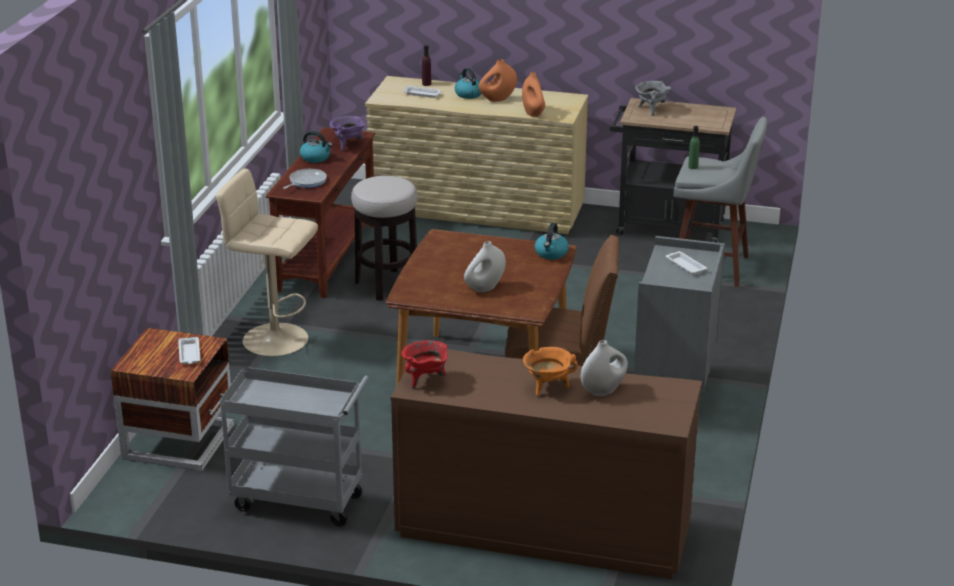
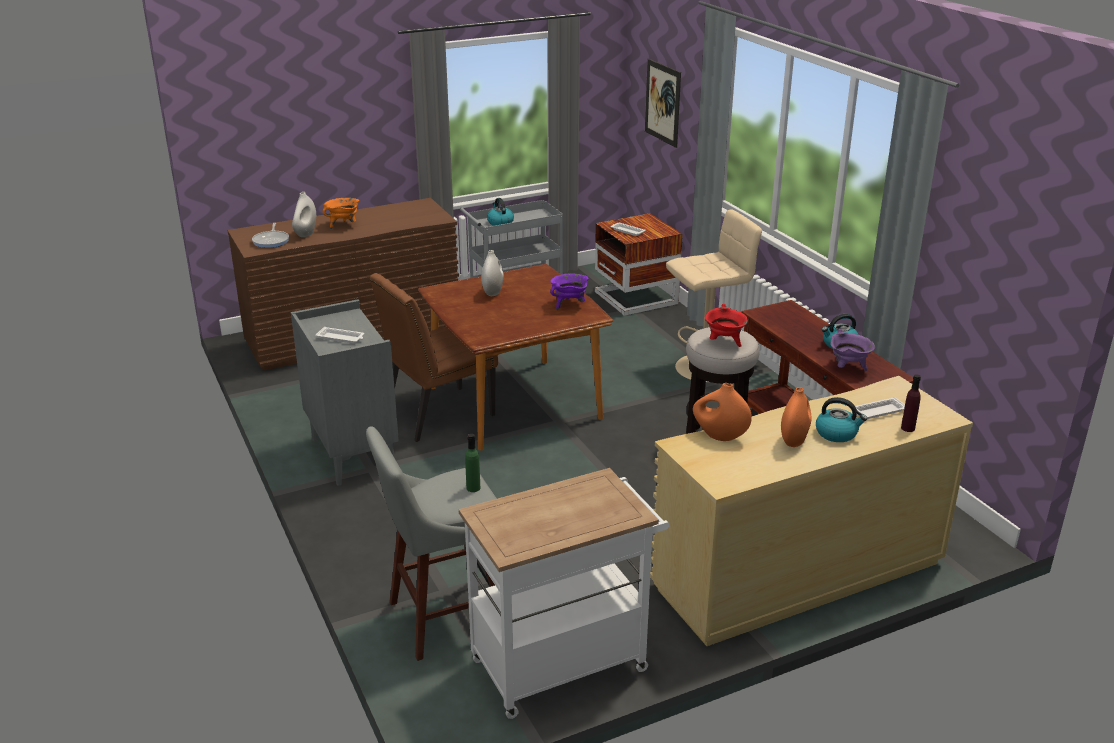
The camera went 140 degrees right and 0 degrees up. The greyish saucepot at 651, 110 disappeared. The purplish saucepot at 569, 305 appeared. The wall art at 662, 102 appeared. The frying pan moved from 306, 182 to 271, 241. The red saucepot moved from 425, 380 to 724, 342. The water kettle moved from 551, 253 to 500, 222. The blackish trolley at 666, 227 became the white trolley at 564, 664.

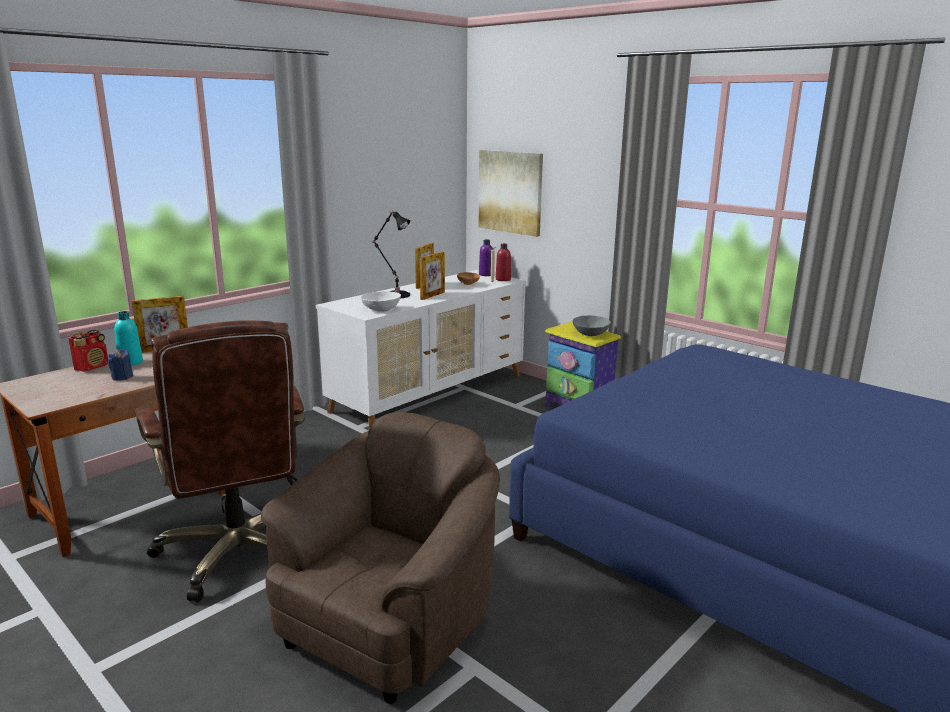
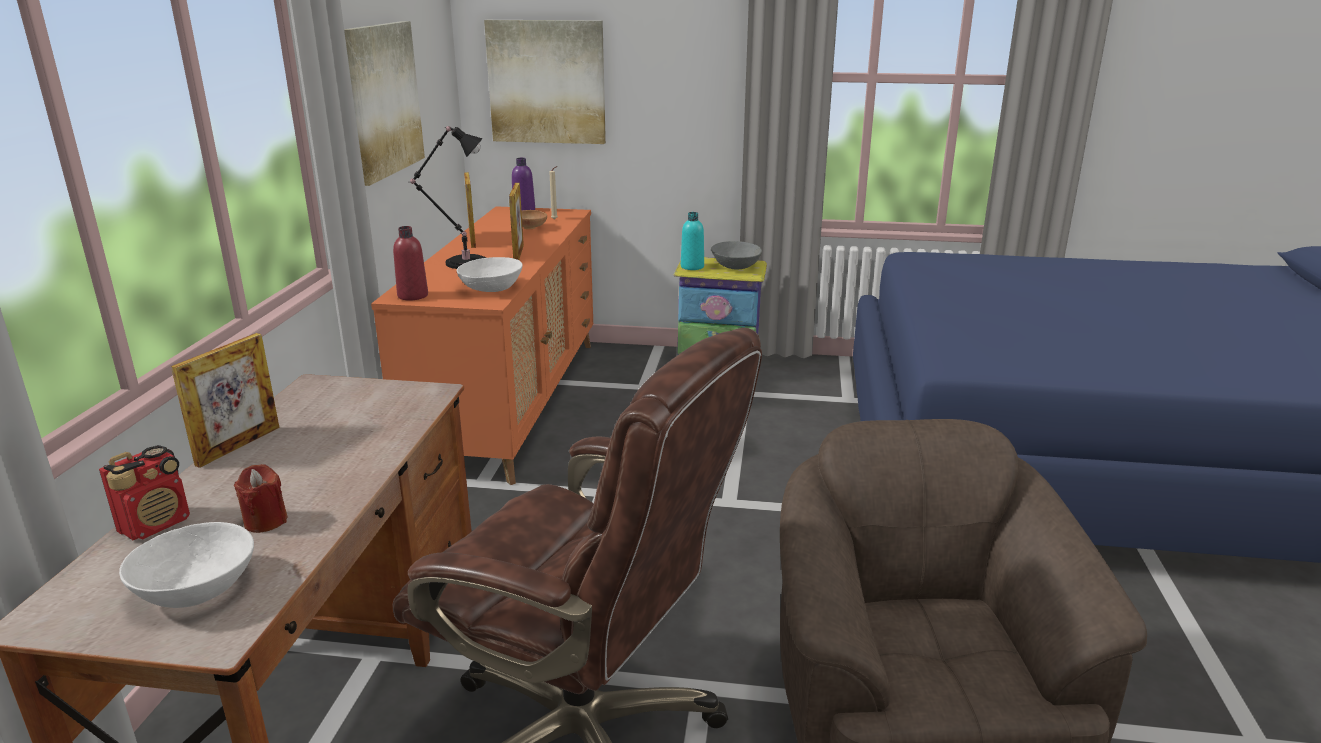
The camera went 35 degrees left and 5 degrees up. The white deep dish at 197, 590 appeared. The wall art at 382, 100 appeared. The turquoise-coloured bottle moved from 131, 362 to 692, 267. The red bottle moved from 503, 279 to 413, 296. The bluish wax light at 122, 377 became the red wax light at 265, 521. The white dresser at 429, 393 became the orange dresser at 510, 402. The radio set at 92, 367 turned 45 degrees clockwise.

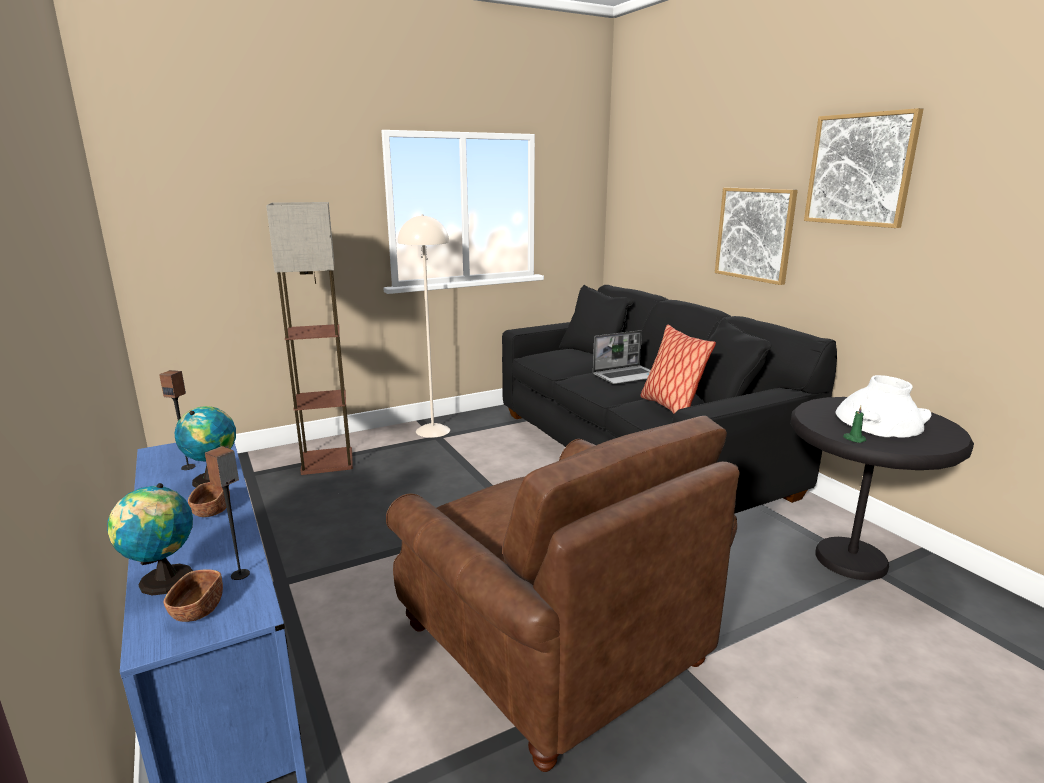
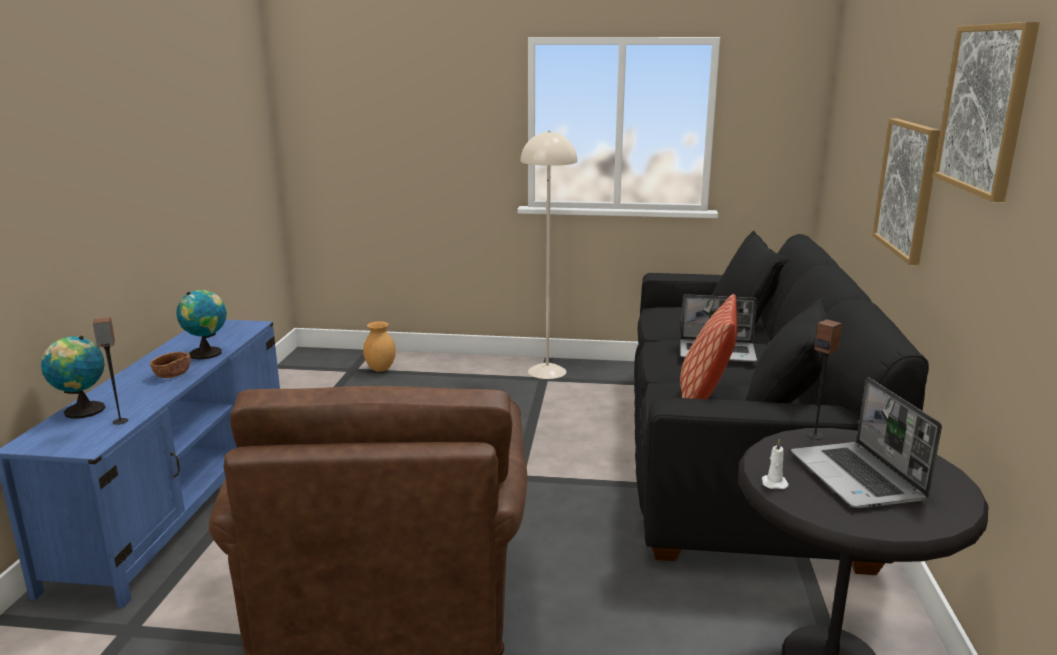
The camera went 35 degrees right and 0 degrees up. The brown deep dish at 197, 609 disappeared. The standard lamp at 328, 461 disappeared. The brown decorative vase at 381, 369 appeared. The audio speaker moved from 188, 467 to 815, 436. The white decorative vase at 879, 423 was replaced by the laptop at 858, 478. The green wax light at 853, 439 became the white wax light at 774, 483.

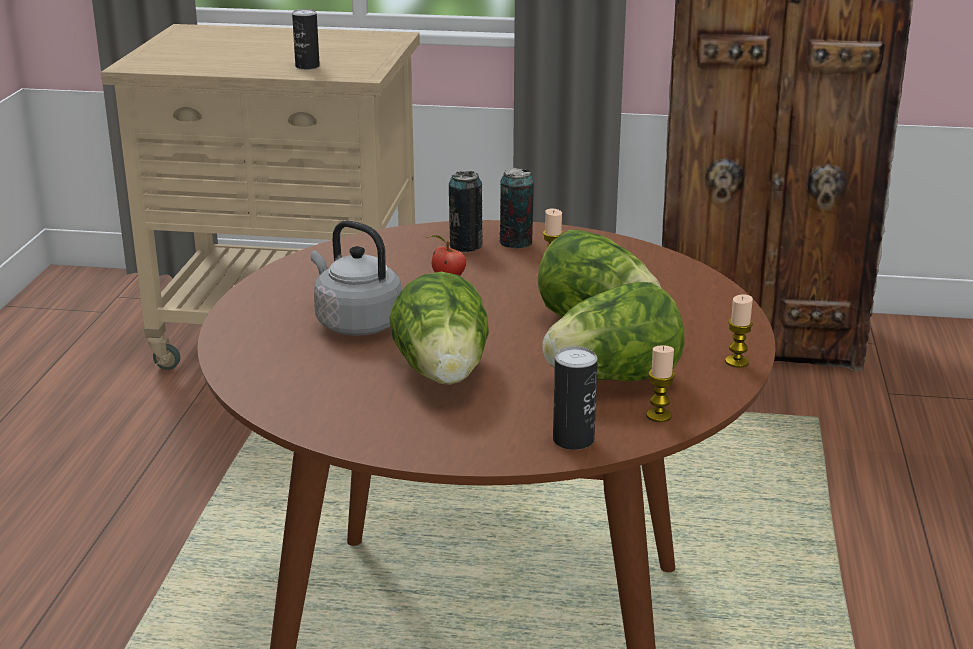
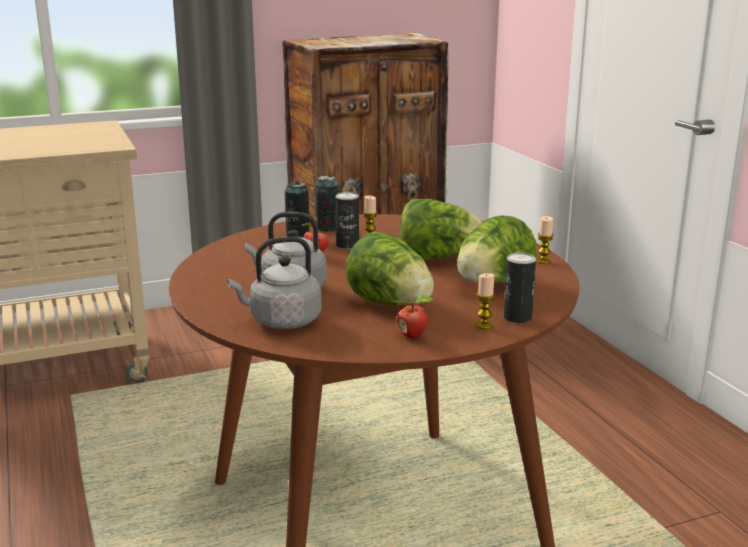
The camera went 30 degrees left and 5 degrees down. The greyish water kettle at 281, 321 appeared. The apple at 414, 336 appeared. The metal can moved from 307, 66 to 347, 245. The wax light moved from 659, 415 to 484, 325.

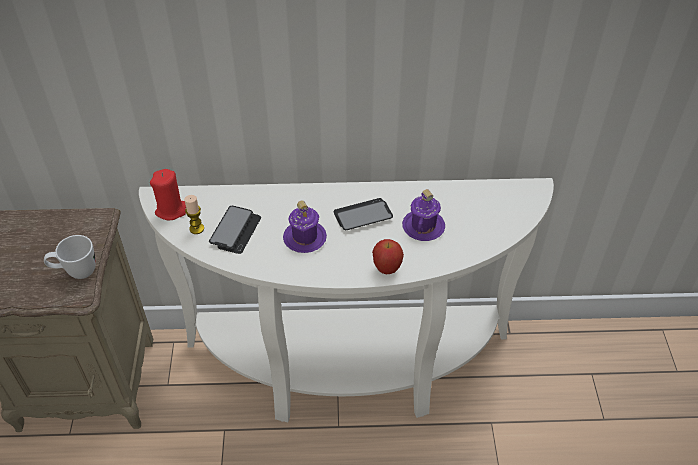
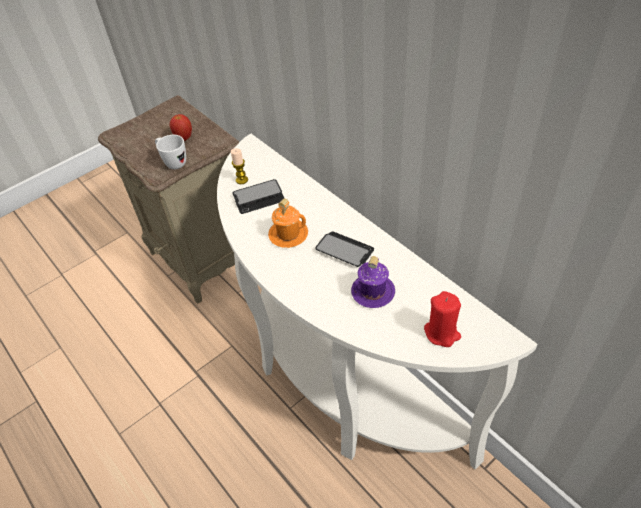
The camera went 55 degrees right and 0 degrees up. The red wax light moved from 171, 210 to 442, 333. The apple moved from 387, 269 to 184, 138. The purplish mug at 305, 238 became the orange mug at 288, 234.

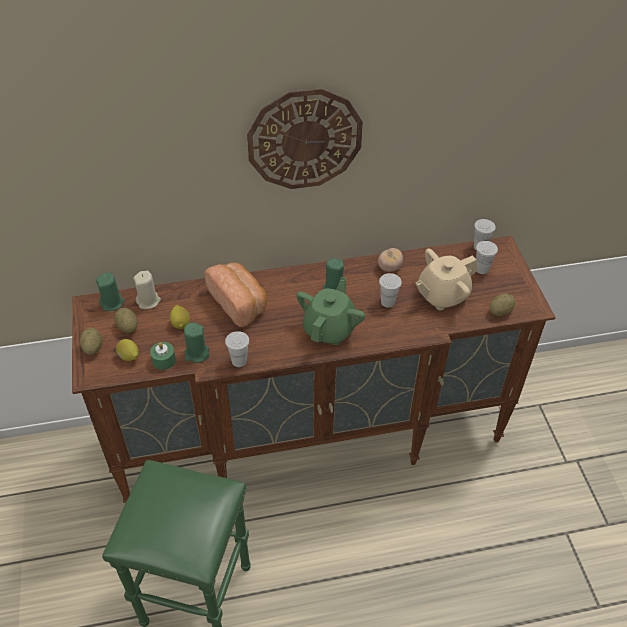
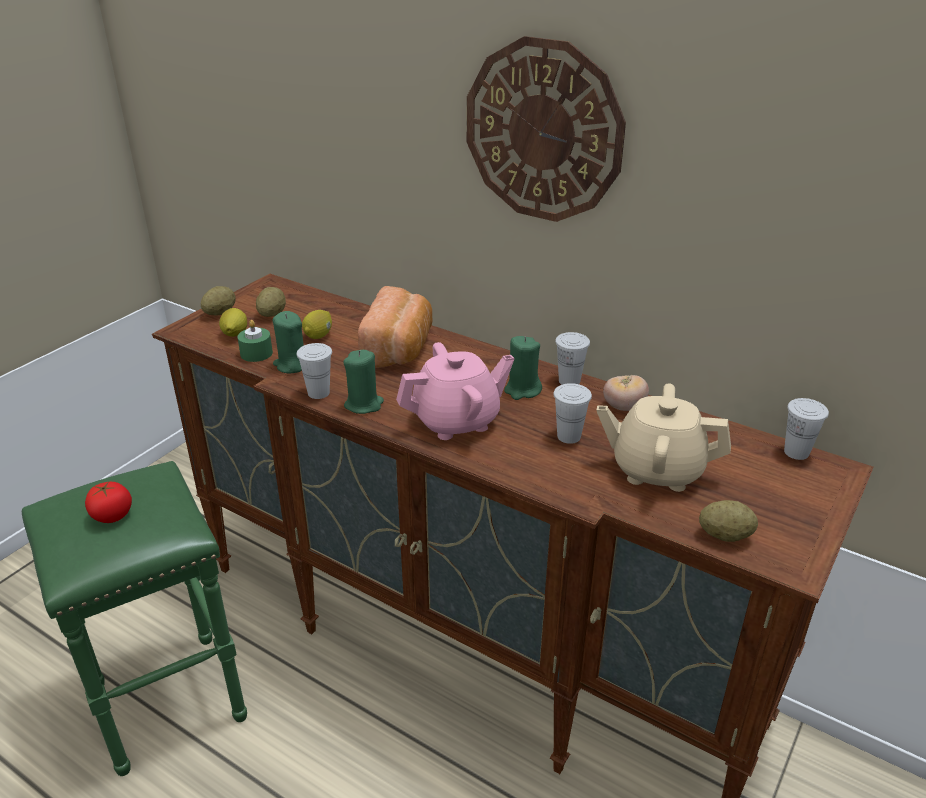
The camera went 45 degrees right and 15 degrees down. The beige wax light at 148, 301 disappeared. The whole tomato at 112, 515 appeared. The green wax light moved from 112, 303 to 364, 404. The white drinking cup moved from 482, 269 to 569, 381. The green tea pot at 329, 329 became the pink-coloured tea pot at 457, 421.

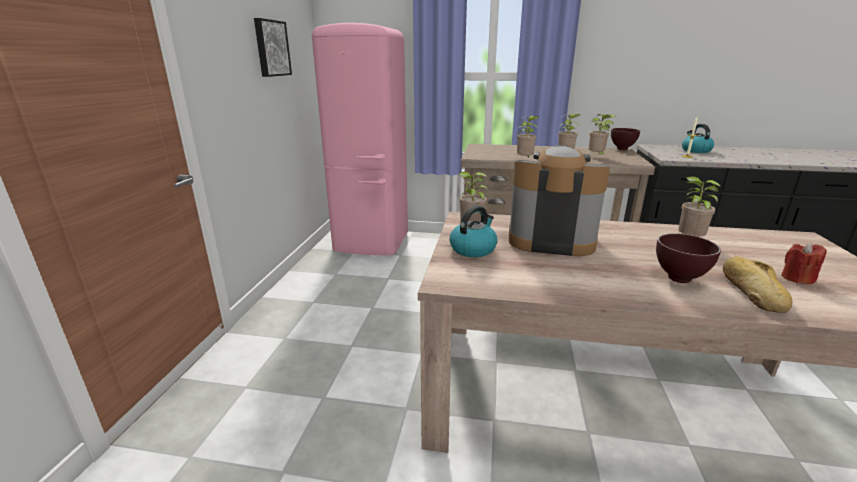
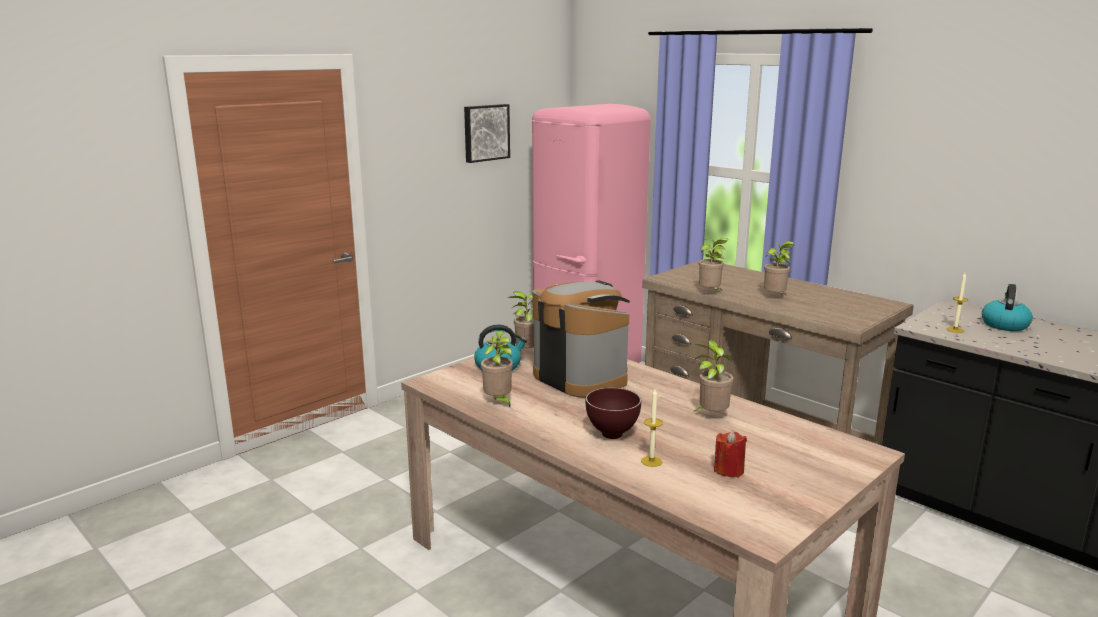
The camera went 35 degrees right and 5 degrees down. The brown deep dish at 622, 149 disappeared. The plant in a pot moved from 597, 156 to 498, 402. The bakery bread at 751, 291 was replaced by the wax light at 651, 461.

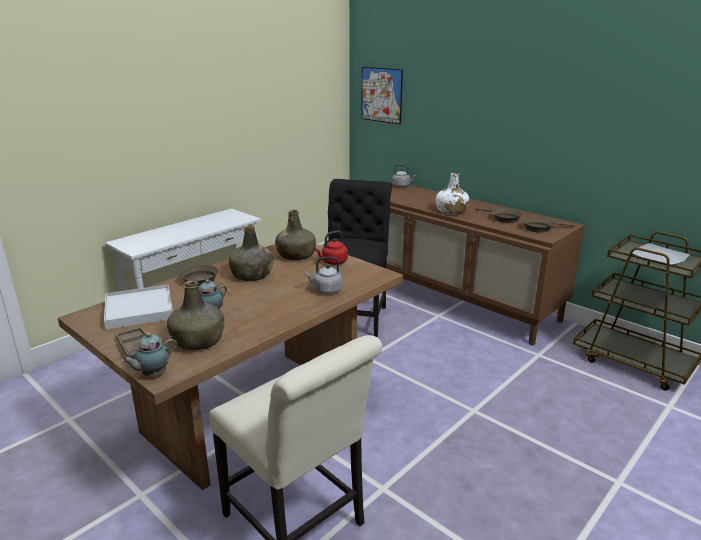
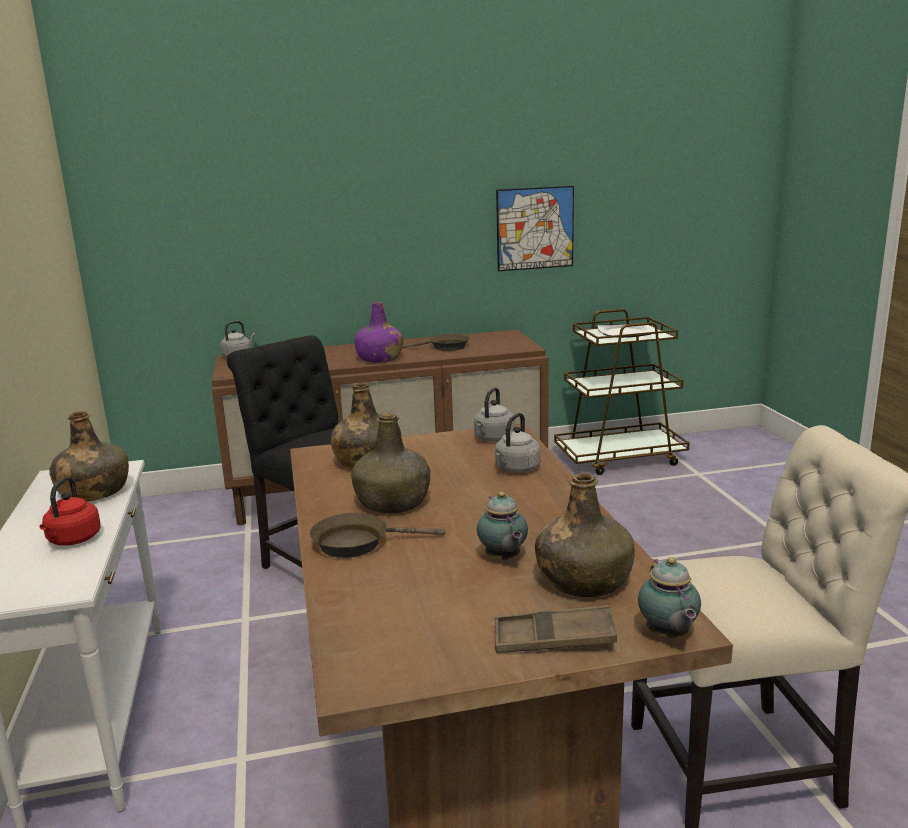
The camera went 55 degrees left and 5 degrees down. The white carrying tray at 139, 310 disappeared. The brown frying pan at 540, 228 disappeared. The green bottle at 93, 492 appeared. The greyish water kettle at 493, 439 appeared. The red water kettle moved from 333, 262 to 73, 540. The wall art moved from 381, 95 to 535, 228. The white bottle at 451, 211 became the purplish bottle at 379, 358.

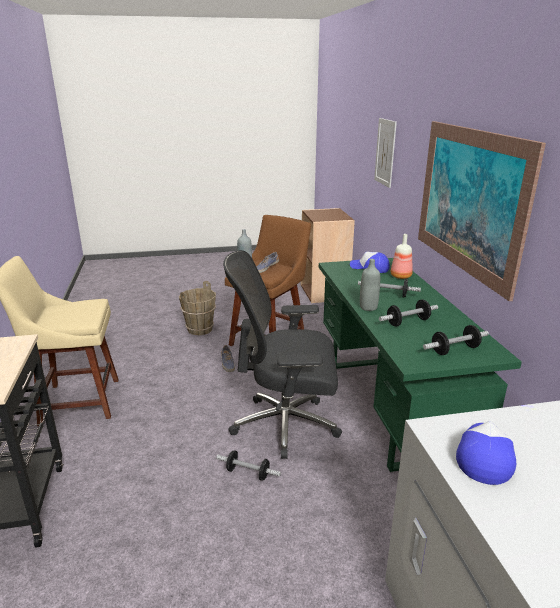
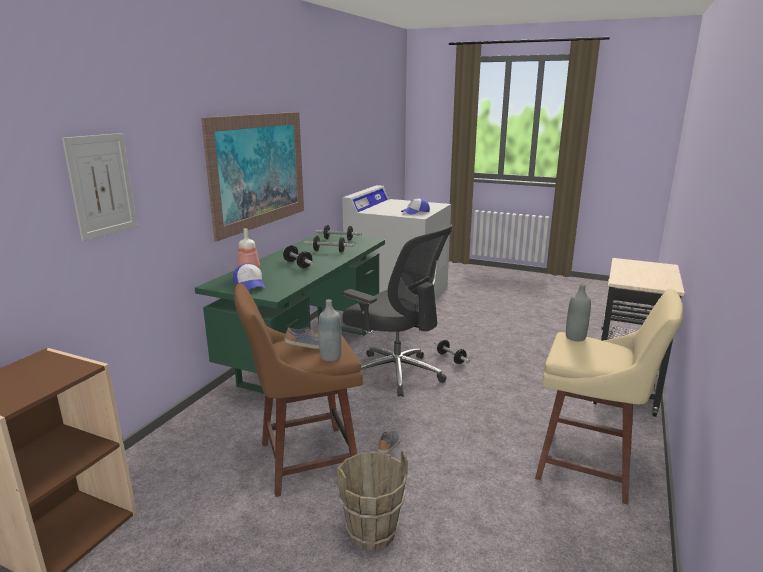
The camera went 145 degrees left and 5 degrees down. The greyish bottle moved from 368, 307 to 575, 337.

